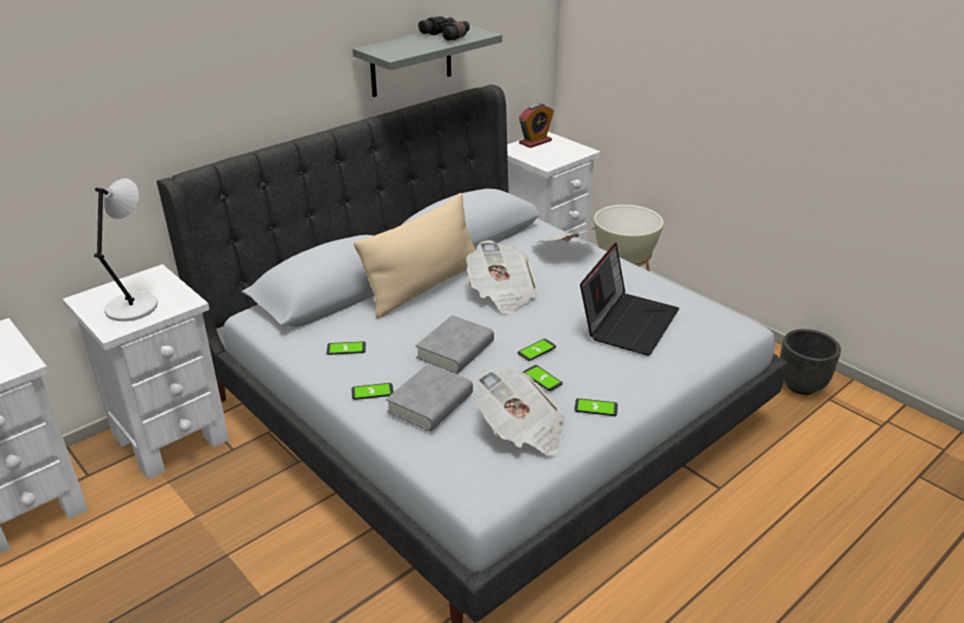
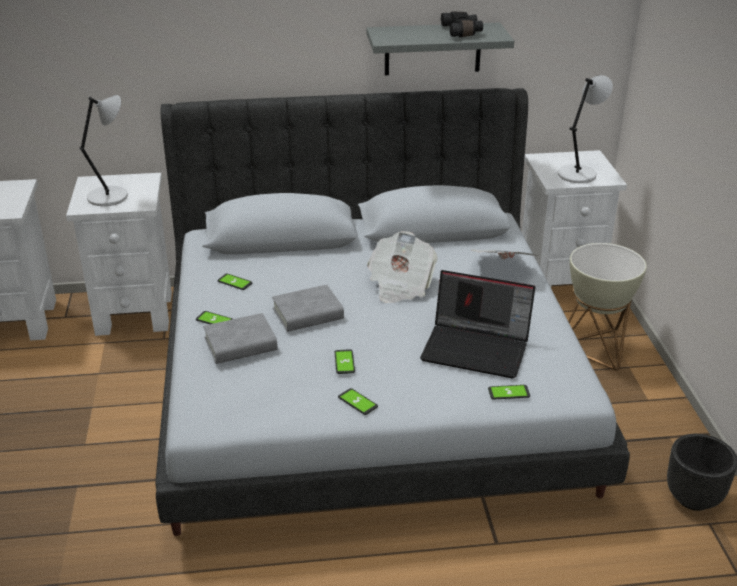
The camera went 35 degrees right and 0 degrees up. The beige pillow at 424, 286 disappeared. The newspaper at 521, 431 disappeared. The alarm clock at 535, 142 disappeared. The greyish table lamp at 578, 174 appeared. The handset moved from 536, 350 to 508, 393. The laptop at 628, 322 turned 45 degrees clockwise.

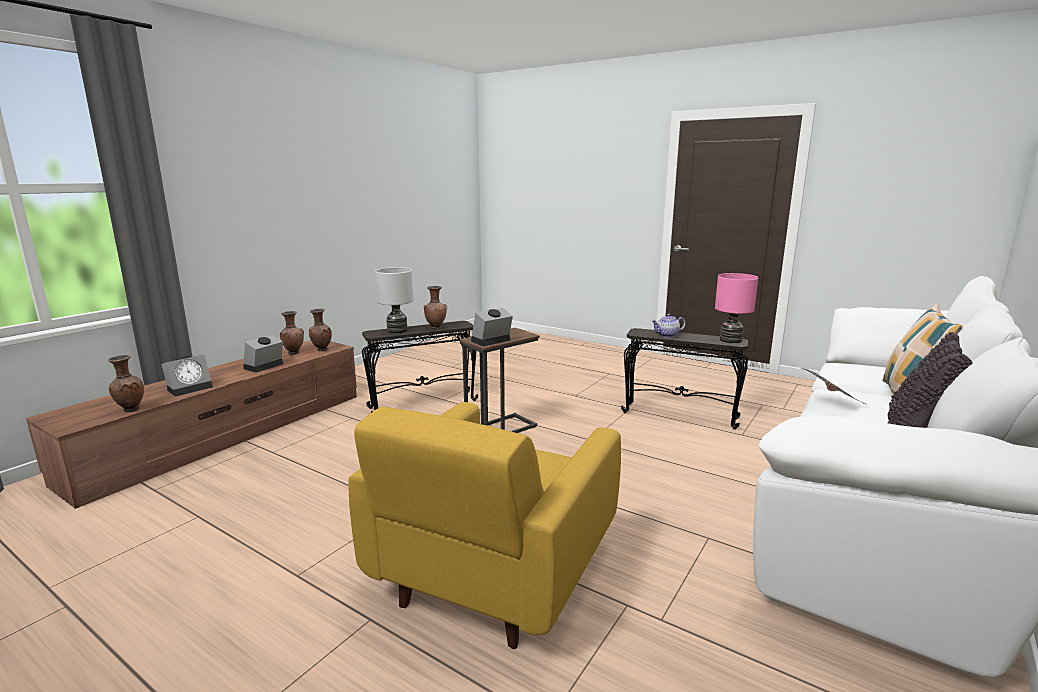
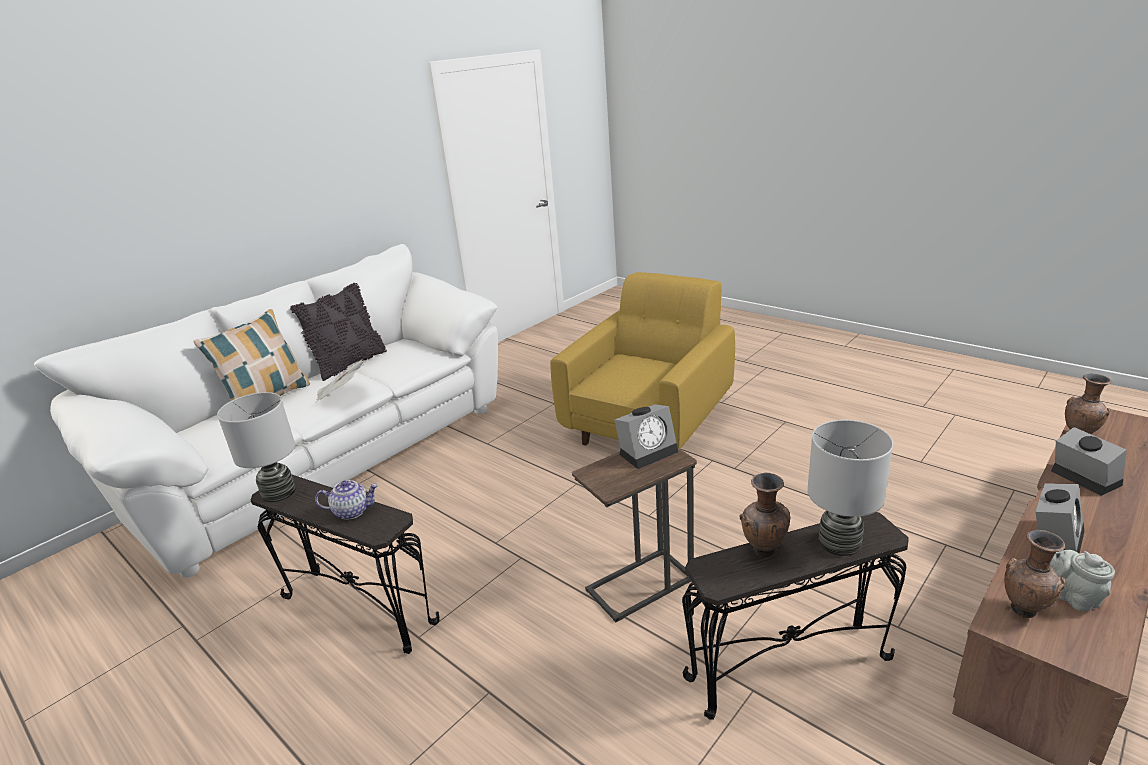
The camera went 170 degrees left and 10 degrees up. The brown decorative vase at 293, 353 was replaced by the greyish tea pot at 1072, 596. The pink-coloured table lamp at 730, 340 became the greyish table lamp at 279, 493. The alarm clock at 190, 388 turned 105 degrees clockwise.

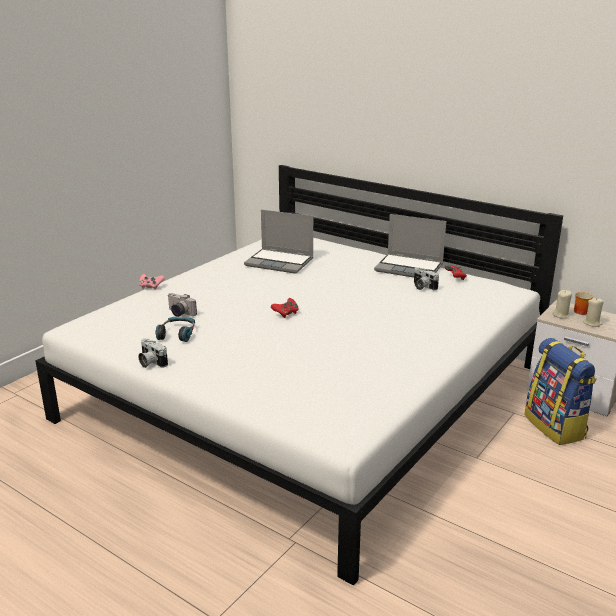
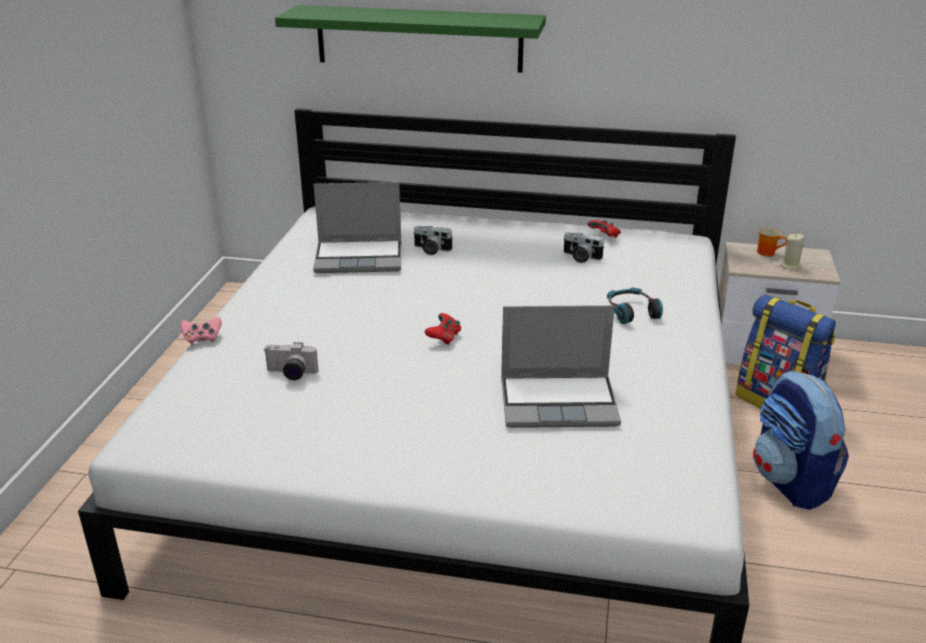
The camera went 25 degrees left and 5 degrees up. The beige wax light at 561, 315 disappeared. The green wall shelf at 419, 38 appeared. The backpack at 791, 482 appeared. The still camera moved from 151, 362 to 431, 250. The pair of headphones moved from 177, 334 to 632, 311. The laptop moved from 410, 268 to 560, 402.

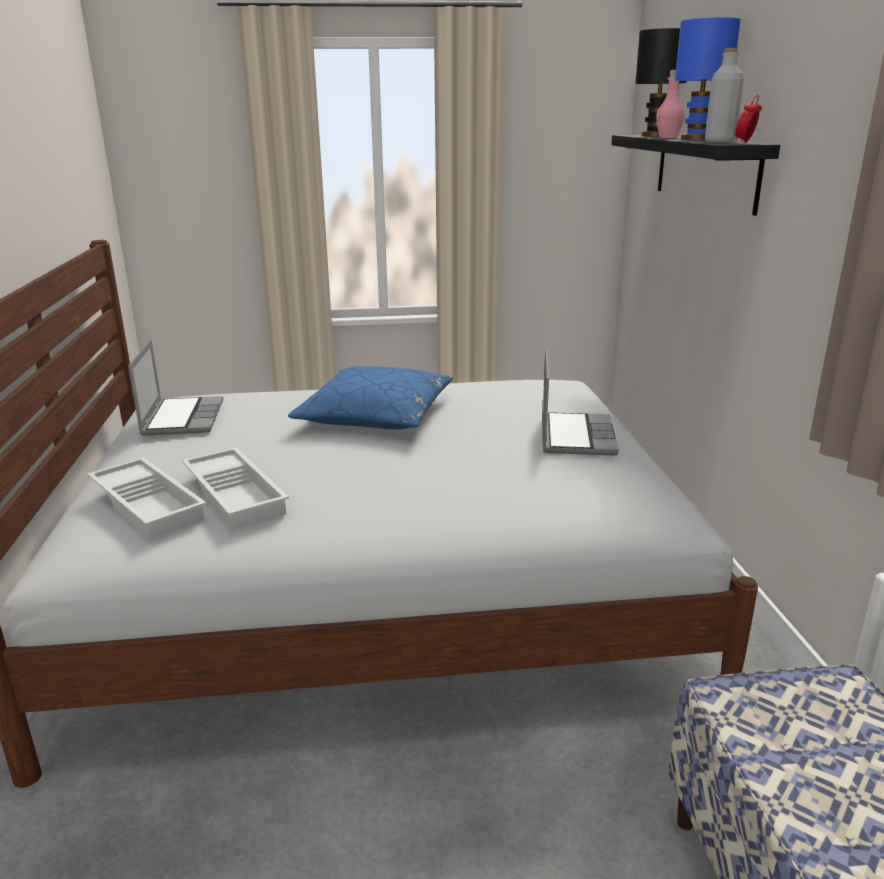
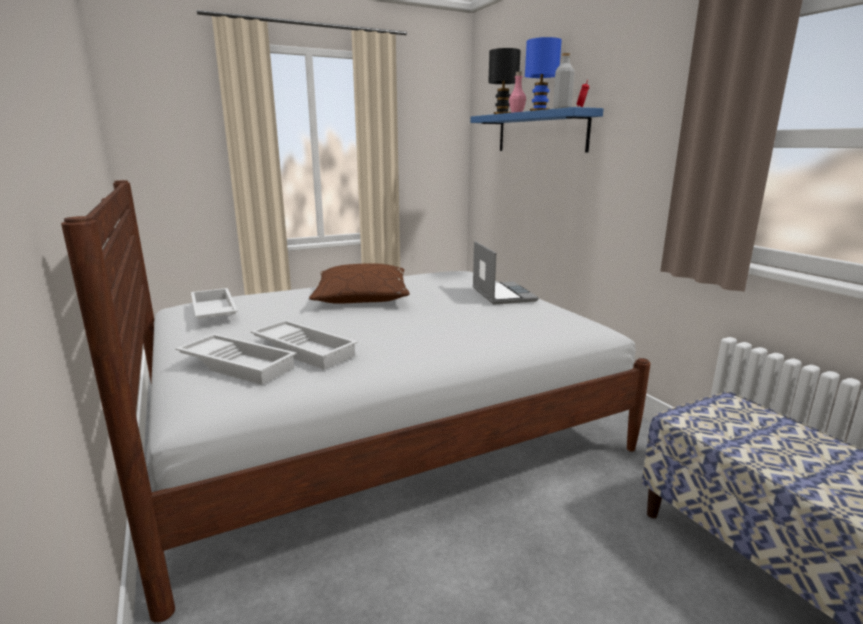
The camera went 20 degrees left and 5 degrees down. The laptop at 182, 418 was replaced by the white carrying tray at 212, 312. The bluish pillow at 376, 415 became the brown pillow at 362, 296. The blackish wall shelf at 705, 170 became the bluish wall shelf at 540, 132.

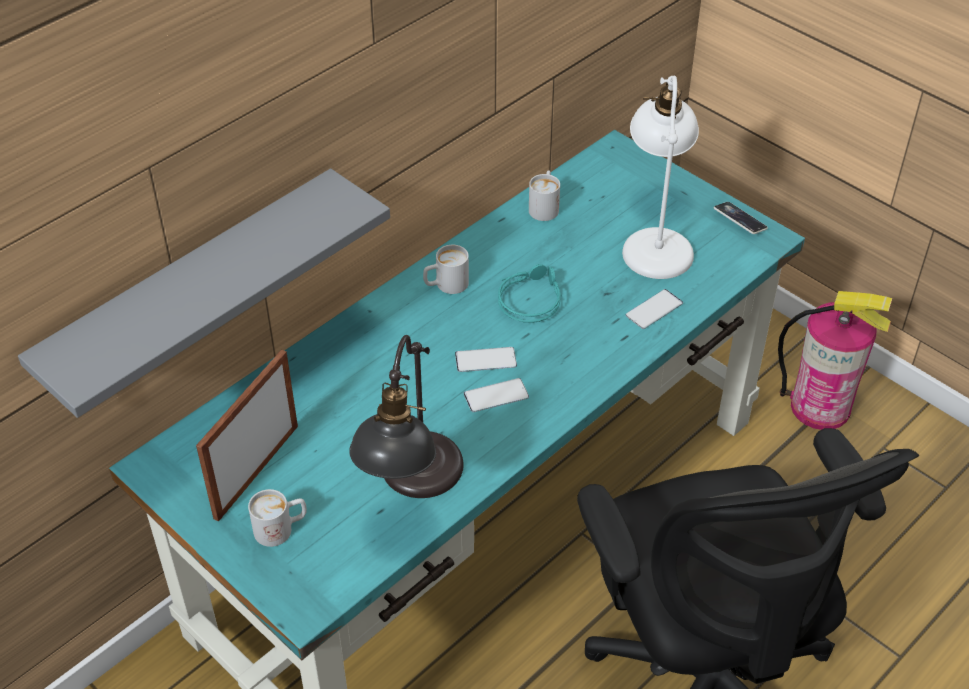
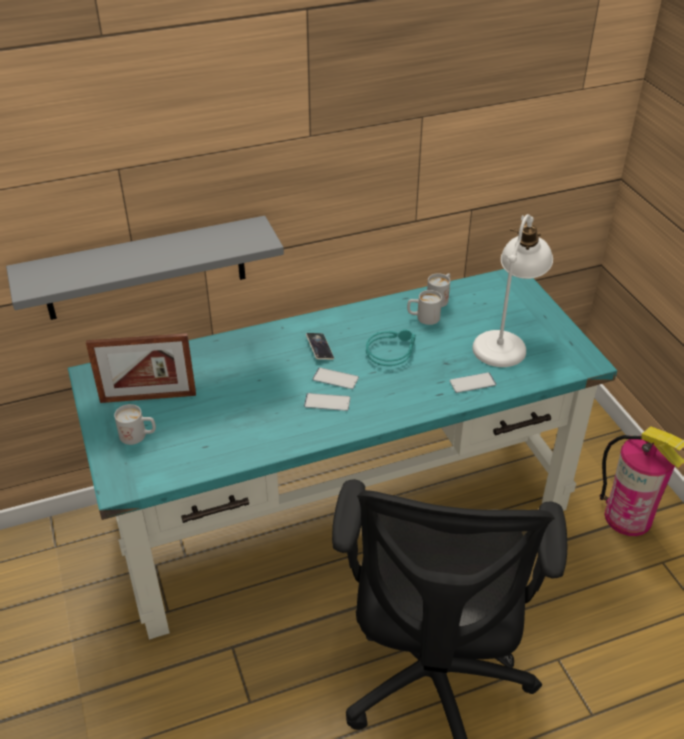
The camera went 25 degrees right and 5 degrees down. The greyish table lamp at 413, 494 disappeared. The white mug moved from 445, 285 to 423, 318. The handset moved from 740, 220 to 320, 348. The standing frame at 256, 471 turned 150 degrees counterclockwise.

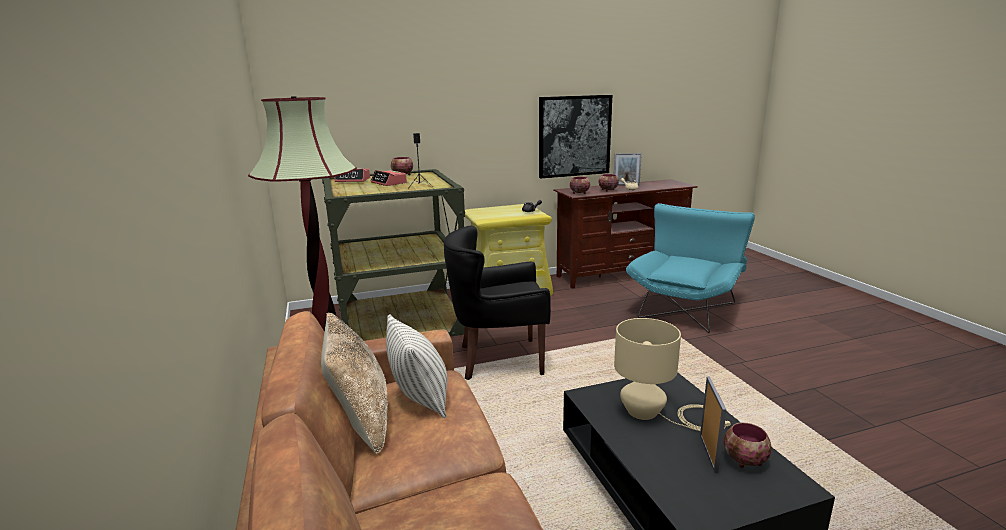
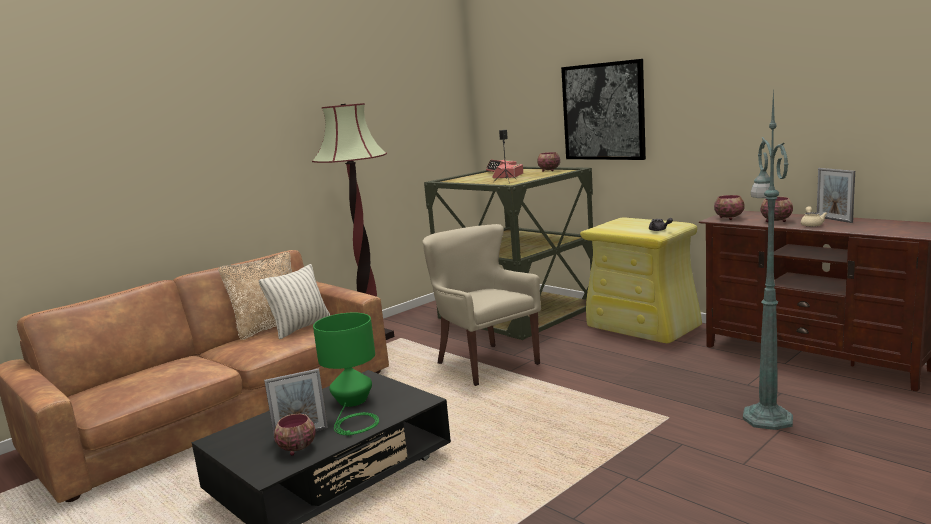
The camera went 65 degrees right and 5 degrees down. The wall art moved from 574, 136 to 603, 111. The turquoise-coloured armchair at 687, 306 was replaced by the green standard lamp at 767, 417. The blackish armchair at 498, 359 became the beige armchair at 485, 363. The beige table lamp at 665, 414 became the green table lamp at 354, 409.

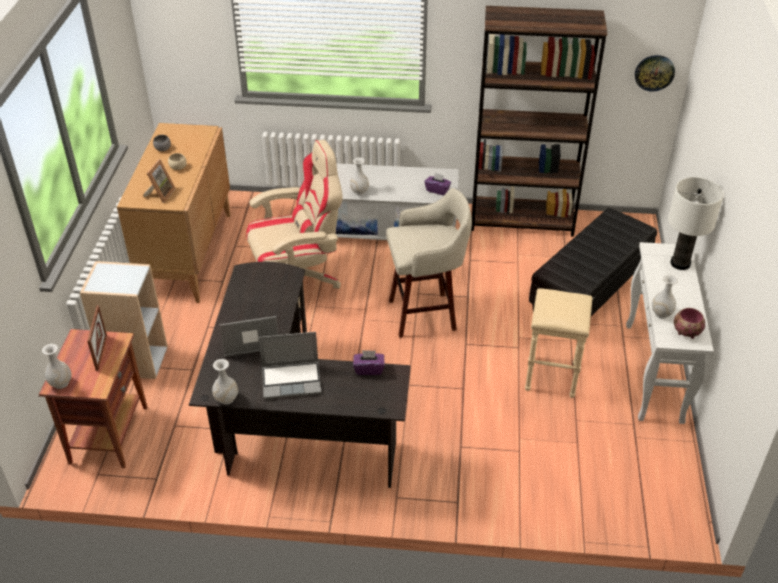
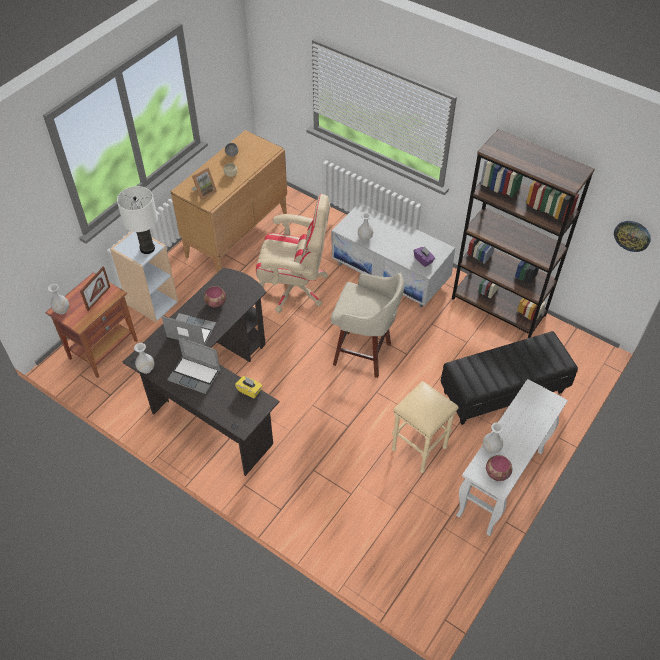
The camera went 30 degrees right and 10 degrees up. The deep dish at 215, 303 appeared. The white table lamp moved from 680, 263 to 147, 248. The purplish box of tissues at 369, 369 became the yellowish box of tissues at 249, 390.

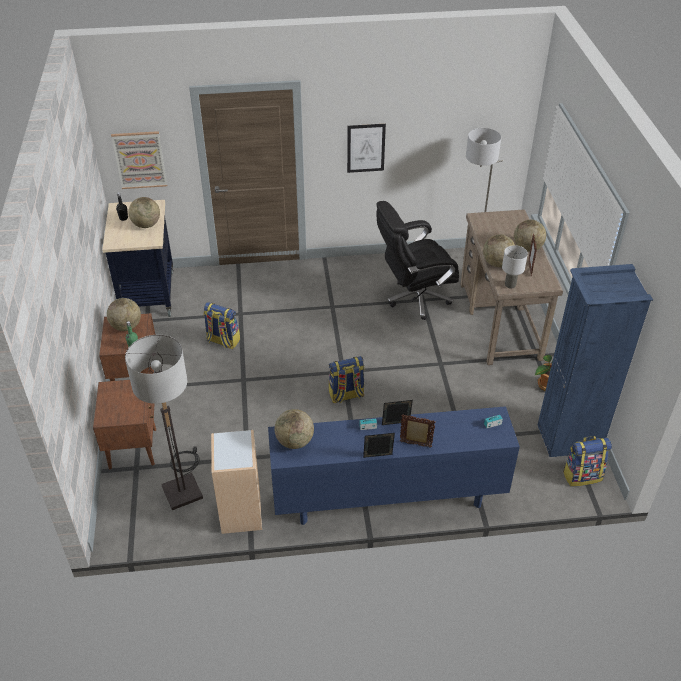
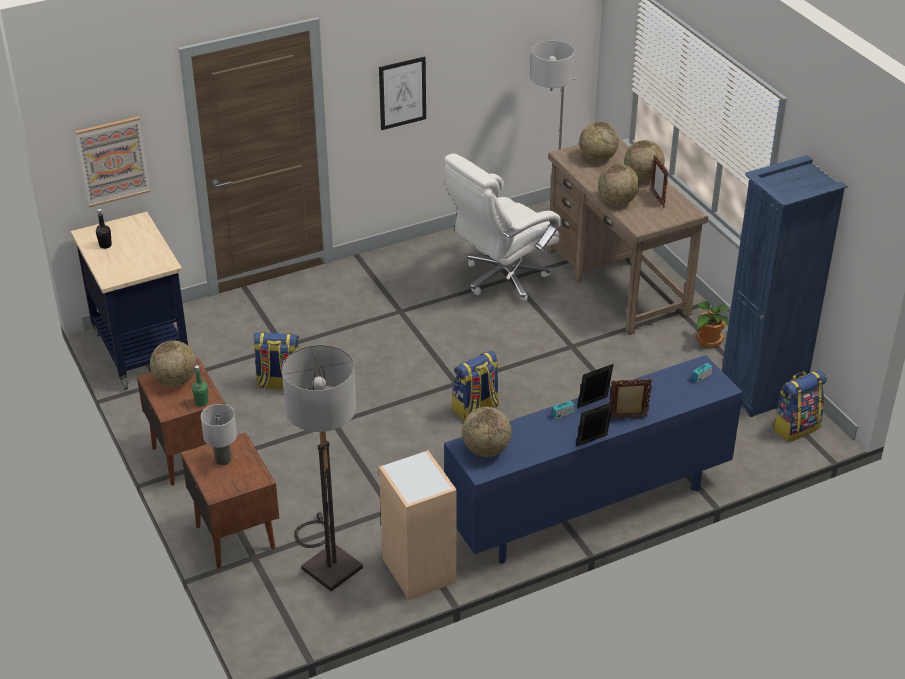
The camera went 20 degrees left and 5 degrees down. The desk globe moved from 146, 225 to 597, 158. The white table lamp moved from 510, 285 to 224, 461. The blackish desk chair at 414, 300 became the white desk chair at 501, 280.

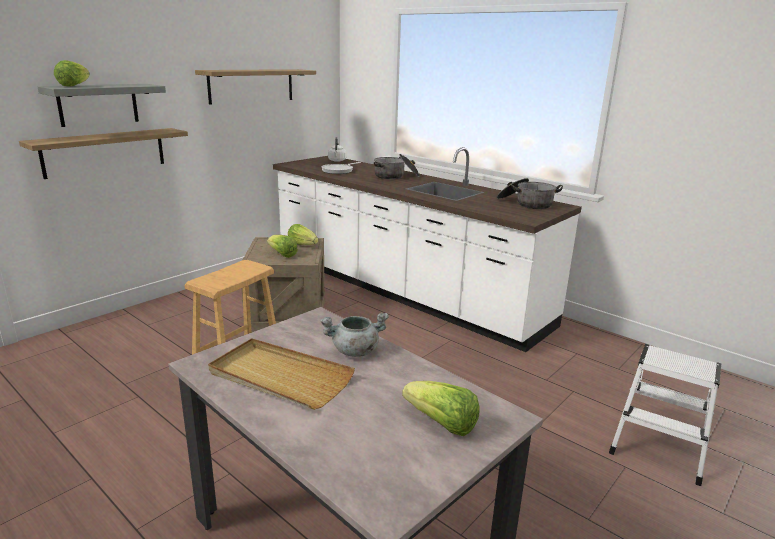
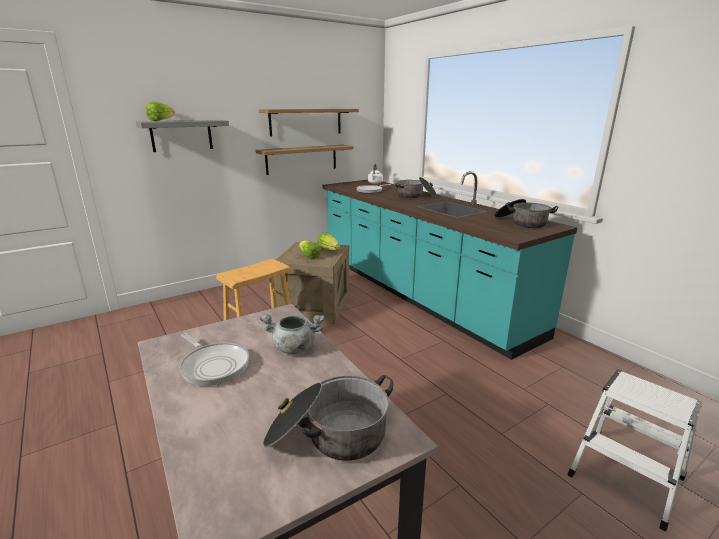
The camera went 15 degrees right and 0 degrees up. The wall shelf moved from 105, 152 to 302, 159. The beige carrying tray at 279, 377 was replaced by the frying pan at 214, 365. The lettuce head at 441, 424 was replaced by the saucepot at 328, 435. The white counter at 403, 290 became the turquoise-coloured counter at 418, 293.

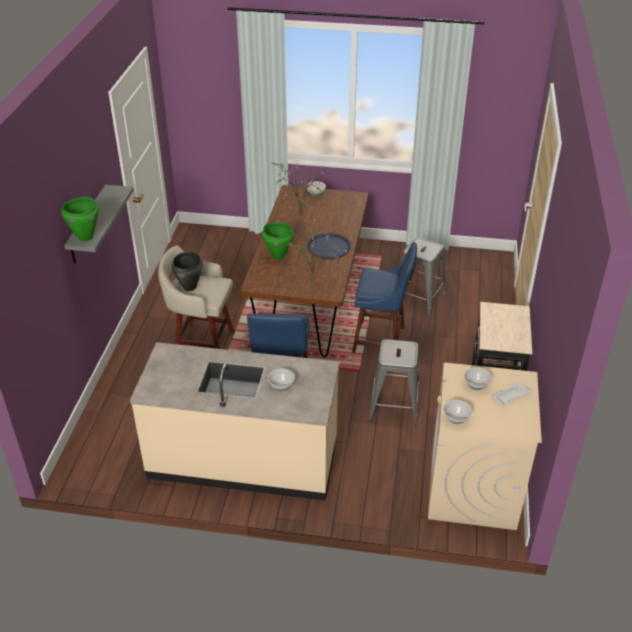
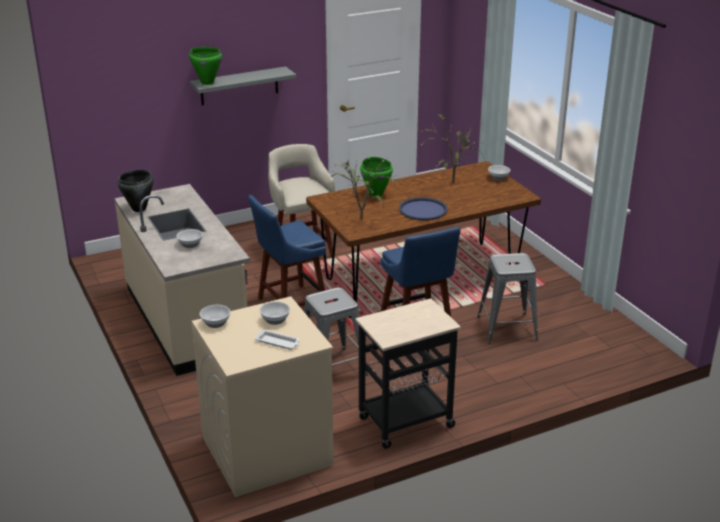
The camera went 55 degrees right and 10 degrees down. The blackish saucepot moved from 190, 287 to 139, 209.

